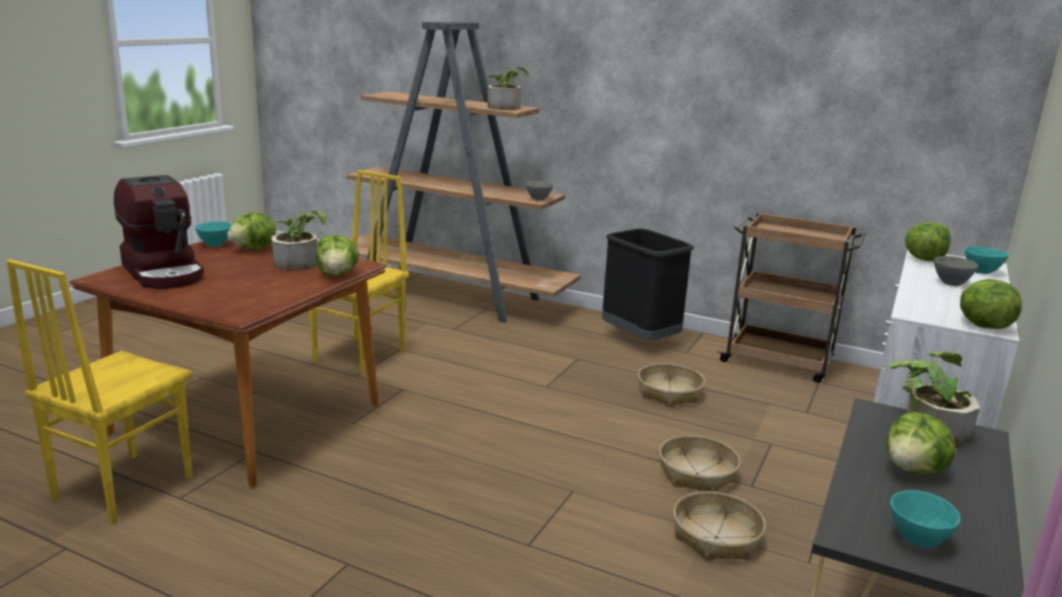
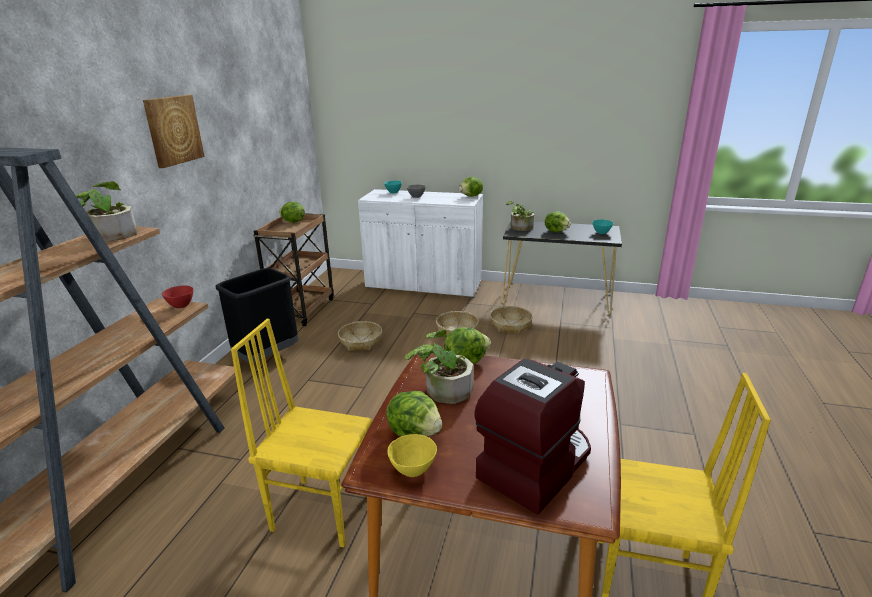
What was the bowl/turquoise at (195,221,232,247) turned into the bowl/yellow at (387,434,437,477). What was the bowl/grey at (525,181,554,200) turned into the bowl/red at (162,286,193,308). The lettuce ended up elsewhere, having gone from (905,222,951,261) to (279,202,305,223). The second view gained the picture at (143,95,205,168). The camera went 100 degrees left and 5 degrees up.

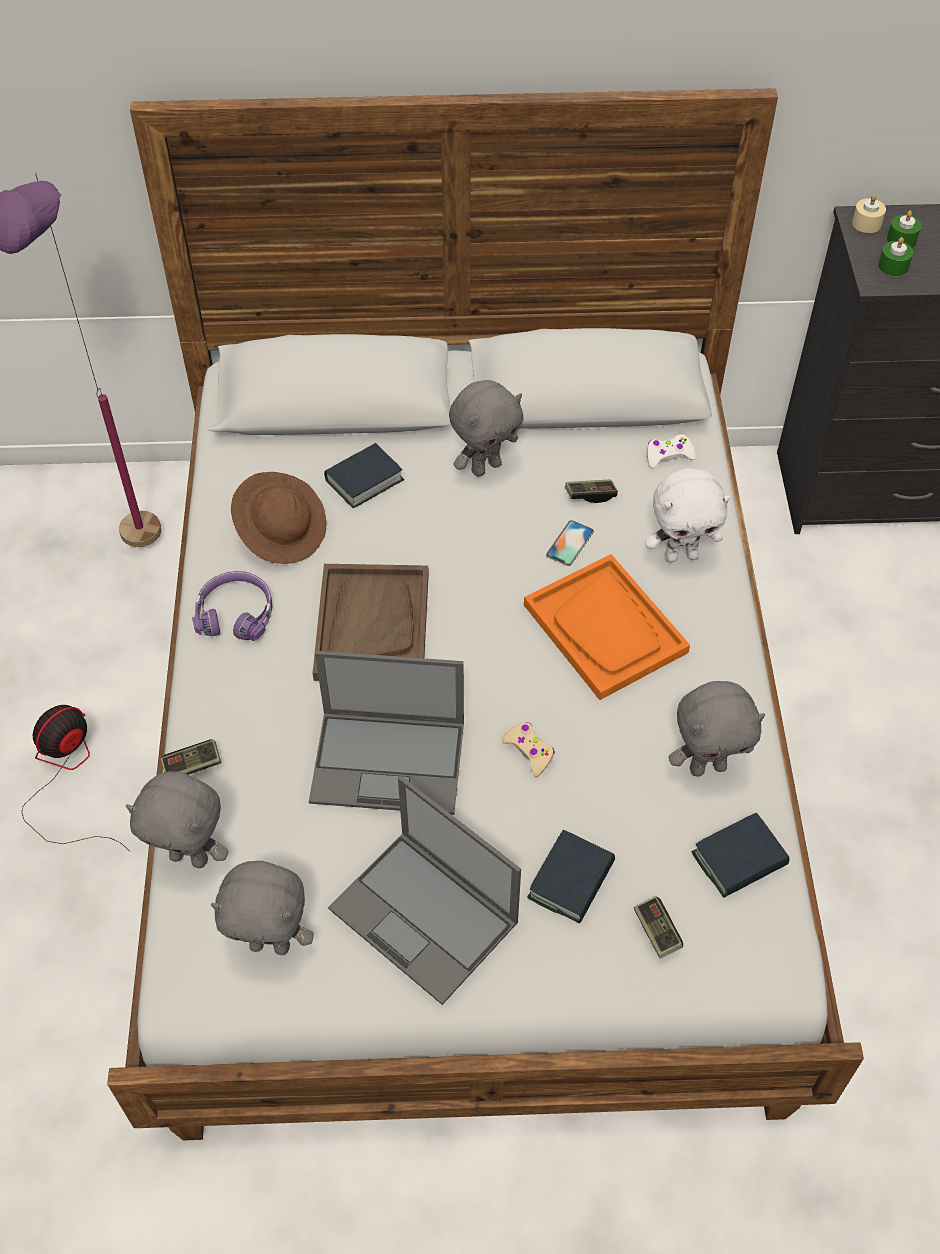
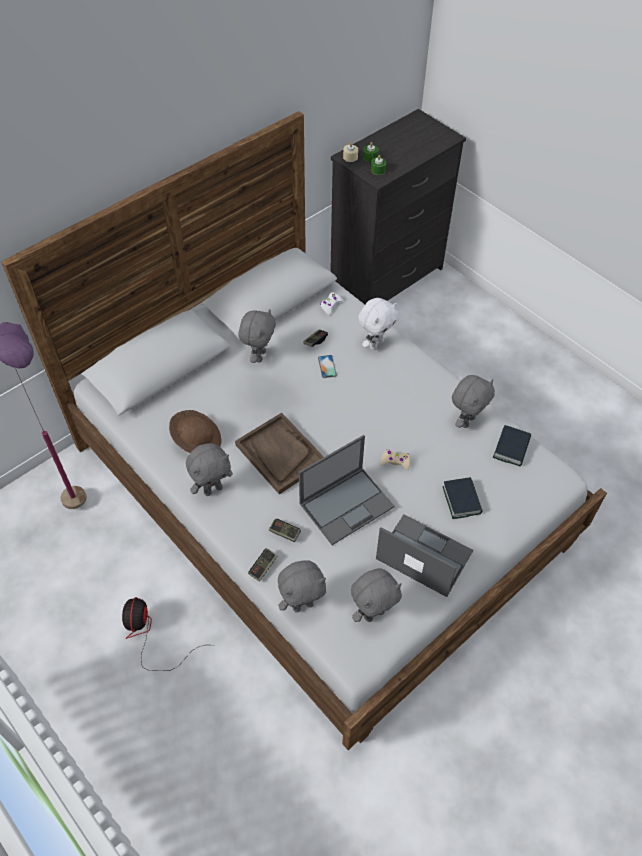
Where the headphones/purple stood at (192,571,272,641), the plush toy/grey came to stand at (186,443,233,496). The second view lost the book at (324,443,404,508). The laptop at (328,776,521,1005) ended up facing another way, 150 degrees counterclockwise from before. The second view lost the tray/orange at (524,554,690,700). The game controller ended up elsewhere, having gone from (634,896,683,959) to (269,519,301,542). The camera went 40 degrees left and 0 degrees up.

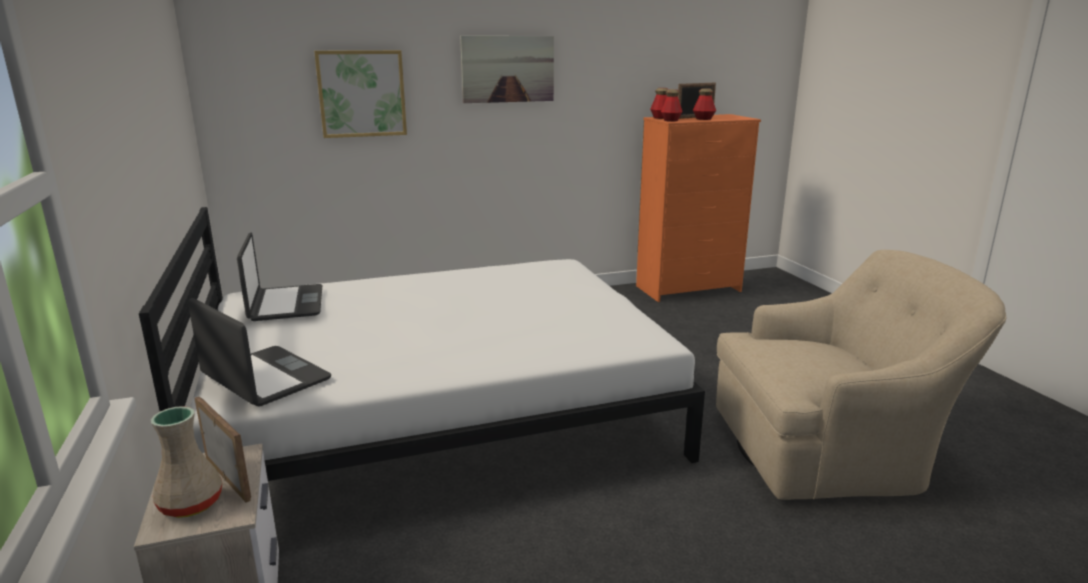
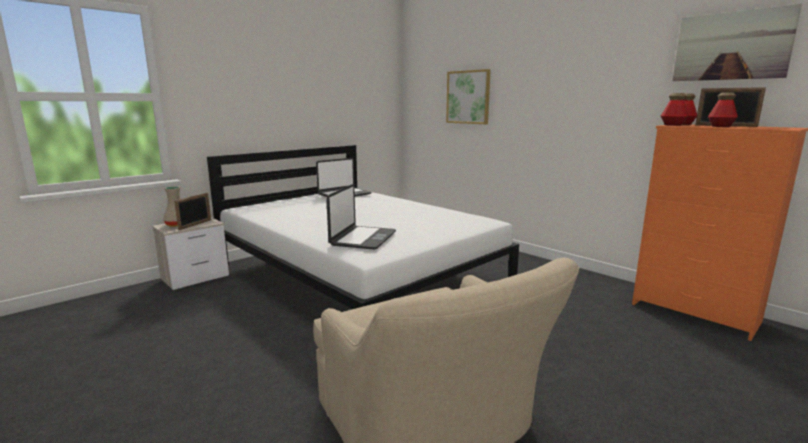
The laptop ended up elsewhere, having gone from (188,298,331,407) to (326,184,396,250). The picture ended up elsewhere, having gone from (460,36,554,103) to (672,3,802,81). The camera went 65 degrees right and 5 degrees down.

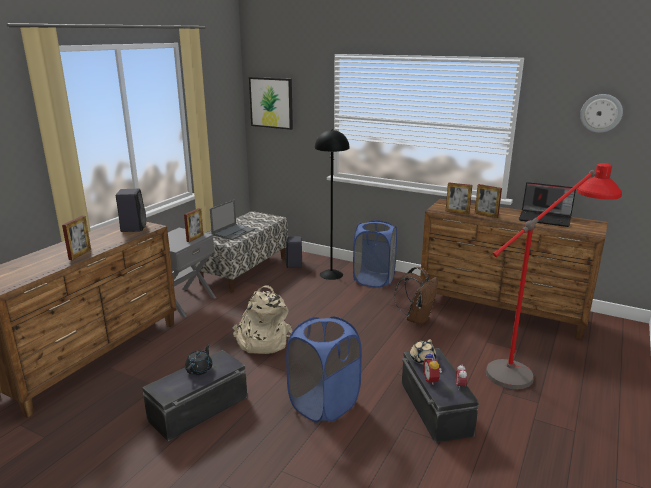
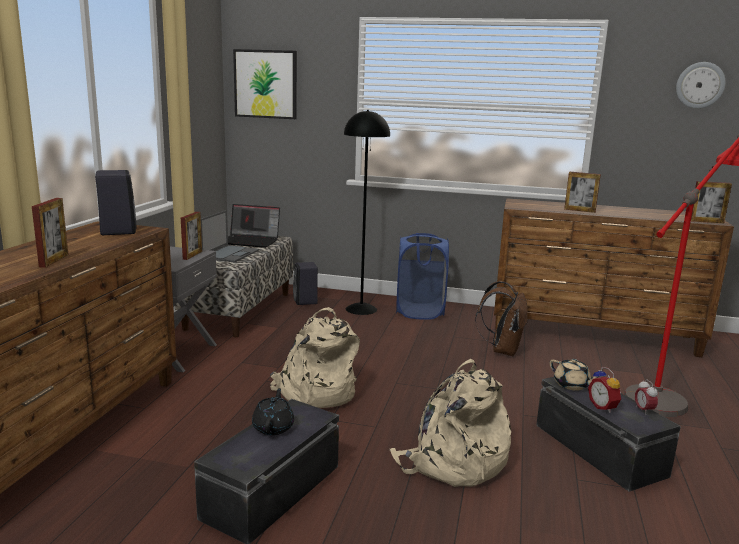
Where the laundry basket/blue stood at (286,316,362,423), the backpack/beige came to stand at (389,359,511,487). The teapot/beige at (410,339,436,364) ended up facing another way, 60 degrees counterclockwise from before. The picture frame ended up elsewhere, having gone from (445,183,472,215) to (691,181,732,223). The laptop ended up elsewhere, having gone from (519,182,576,227) to (228,204,280,248). The camera went 15 degrees left and 5 degrees down.

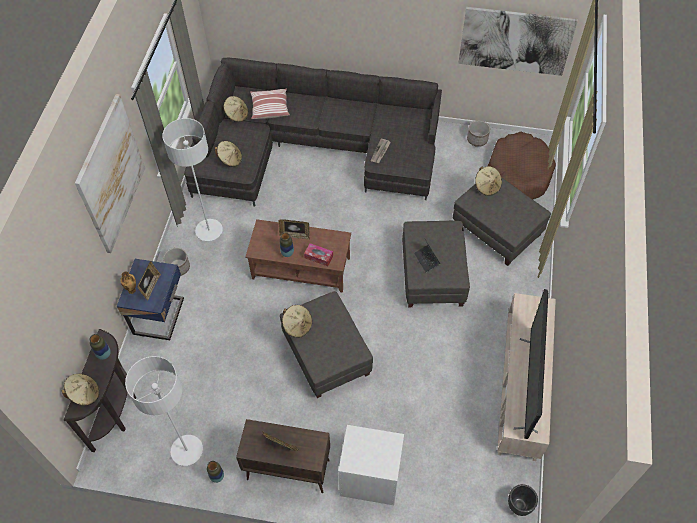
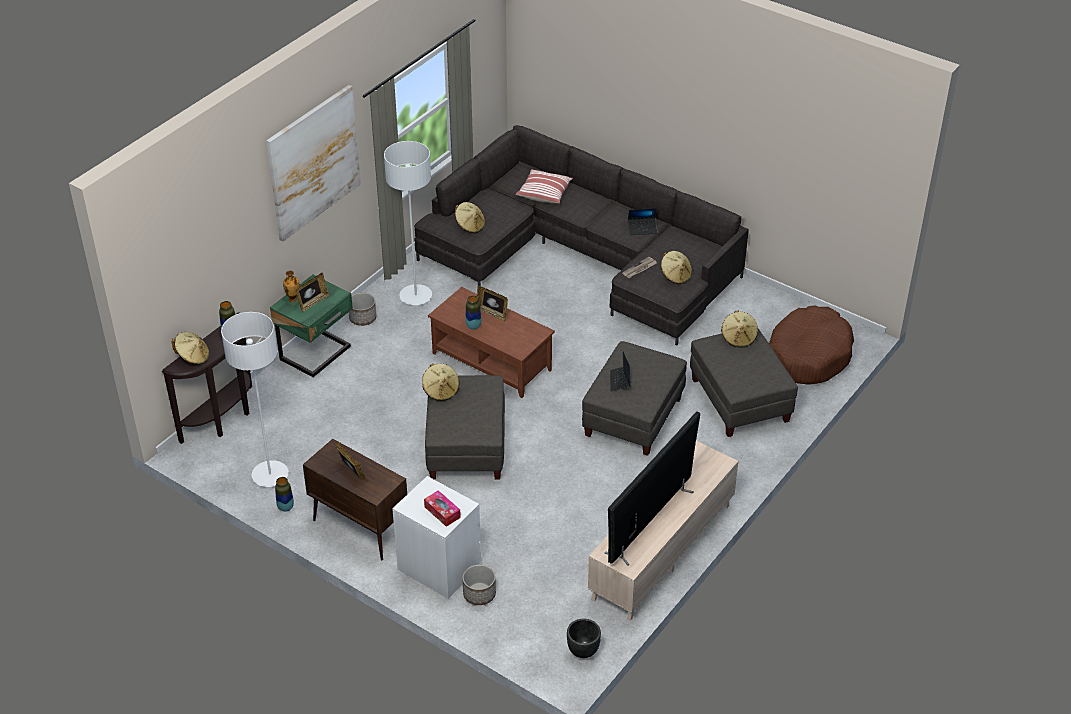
What was the nightstand/blue at (117,259,184,340) turned into the nightstand/green at (270,275,353,378). The hat/beige ended up elsewhere, having gone from (224,96,248,122) to (661,251,692,284). The tissue box ended up elsewhere, having gone from (304,243,333,266) to (424,490,461,527). The second view lost the picture at (458,7,578,76). The planter ended up elsewhere, having gone from (467,120,490,147) to (462,565,496,605). The second view gained the laptop at (628,208,657,235). The camera went 25 degrees right and 15 degrees down.

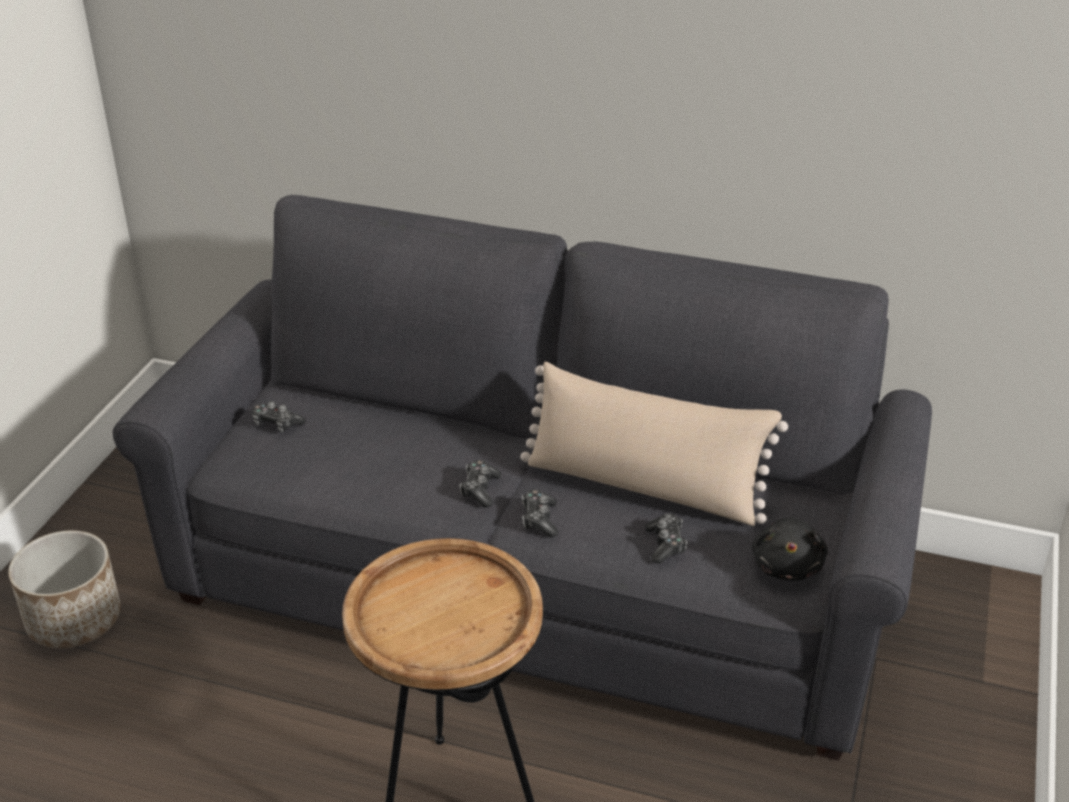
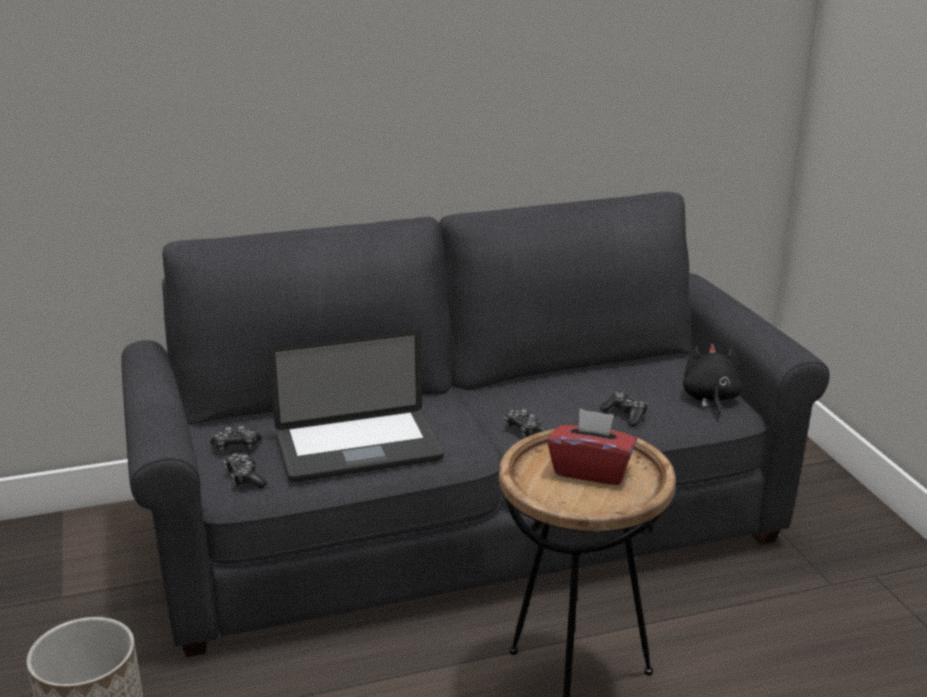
The game controller ended up elsewhere, having gone from (460,460,501,507) to (224,453,267,488). The second view lost the pillow/beige at (520,362,788,526). The plush toy/black at (752,517,828,581) ended up facing another way, 150 degrees counterclockwise from before. The second view gained the laptop at (269,331,444,482). The second view gained the tissue box/red at (547,409,637,485). The camera went 35 degrees left and 10 degrees down.

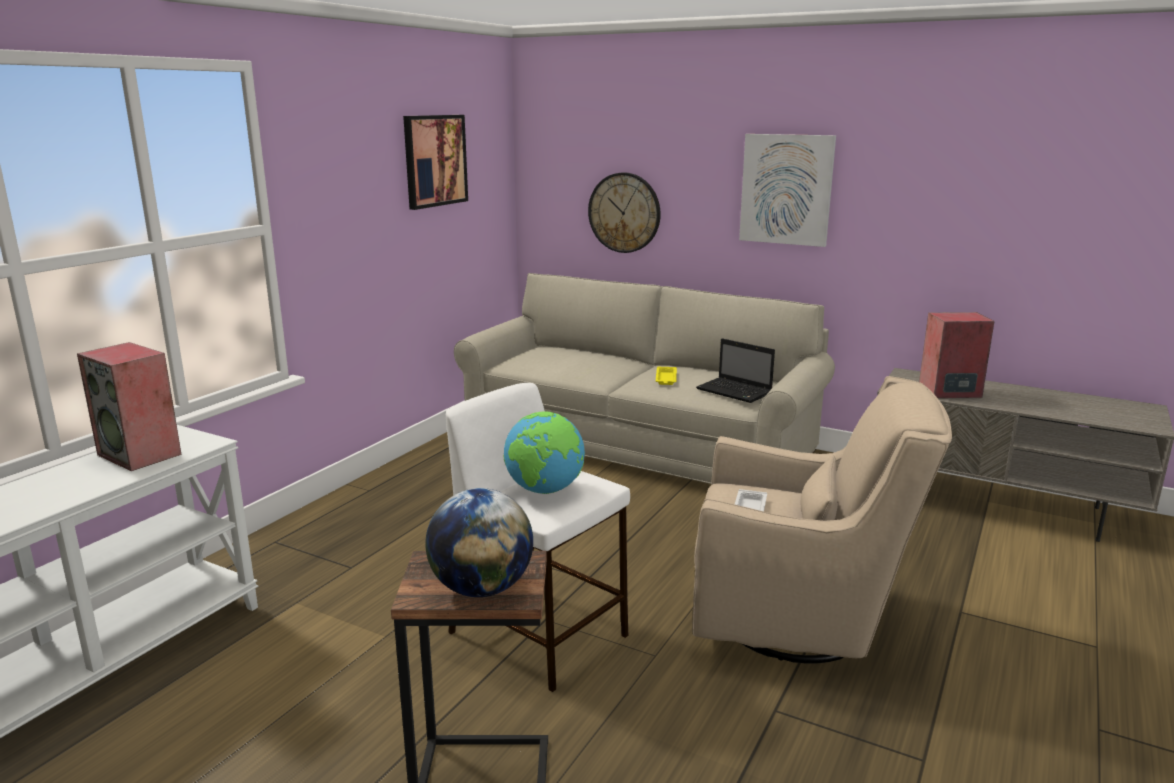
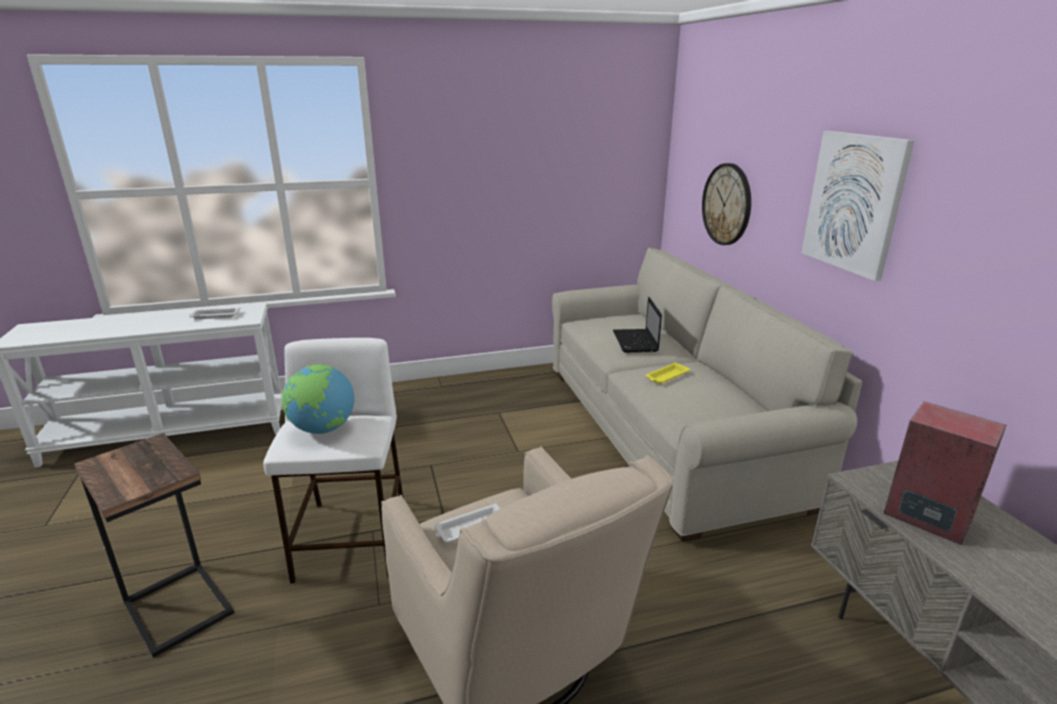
Where the speaker stood at (77,342,182,471), the tray/white came to stand at (189,307,241,319). The second view lost the picture at (403,115,468,210). The second view lost the globe at (425,488,533,597). The laptop ended up elsewhere, having gone from (696,338,775,403) to (613,297,662,353). The camera went 45 degrees right and 5 degrees up.

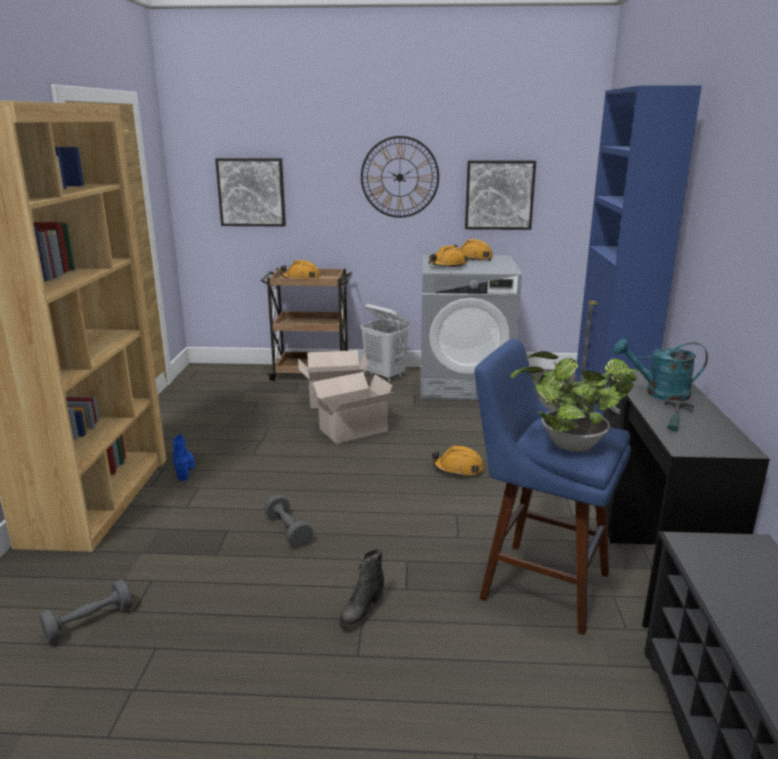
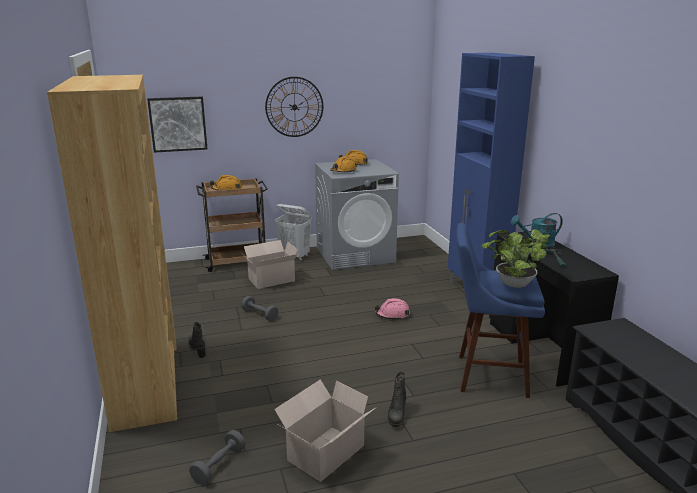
What was the boot/blue at (173,434,195,481) turned into the boot/black at (188,322,206,358). The dumbbell/grey ended up elsewhere, having gone from (264,494,313,548) to (241,296,278,321). The cardboard box ended up elsewhere, having gone from (309,372,394,444) to (274,379,377,482). What was the hard hat/orange at (432,445,484,478) turned into the hard hat/pink at (374,298,410,319). The second view lost the picture at (465,160,536,230). The camera went 20 degrees left and 0 degrees up.

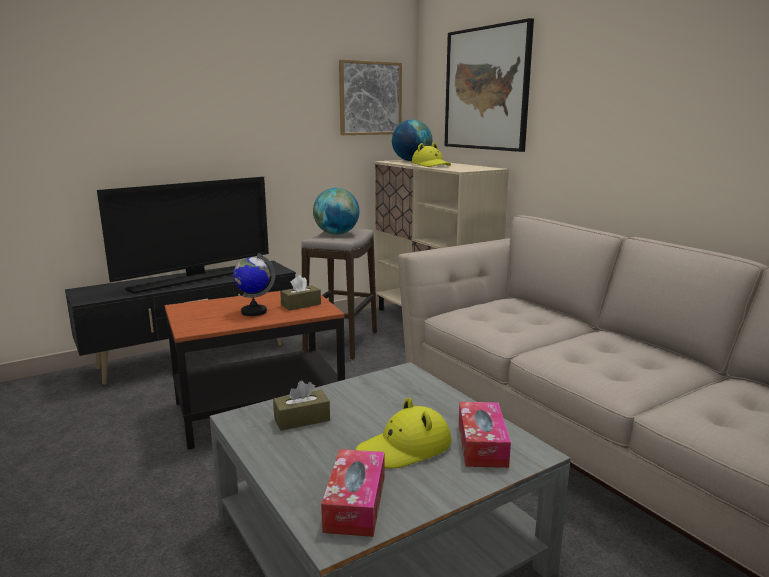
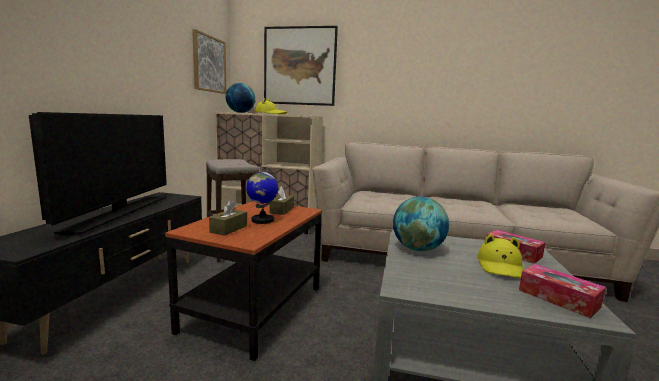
The tissue box/brown ended up elsewhere, having gone from (273,381,330,431) to (209,200,247,236). The globe ended up elsewhere, having gone from (313,188,359,235) to (393,197,449,251). The camera went 45 degrees left and 5 degrees down.

